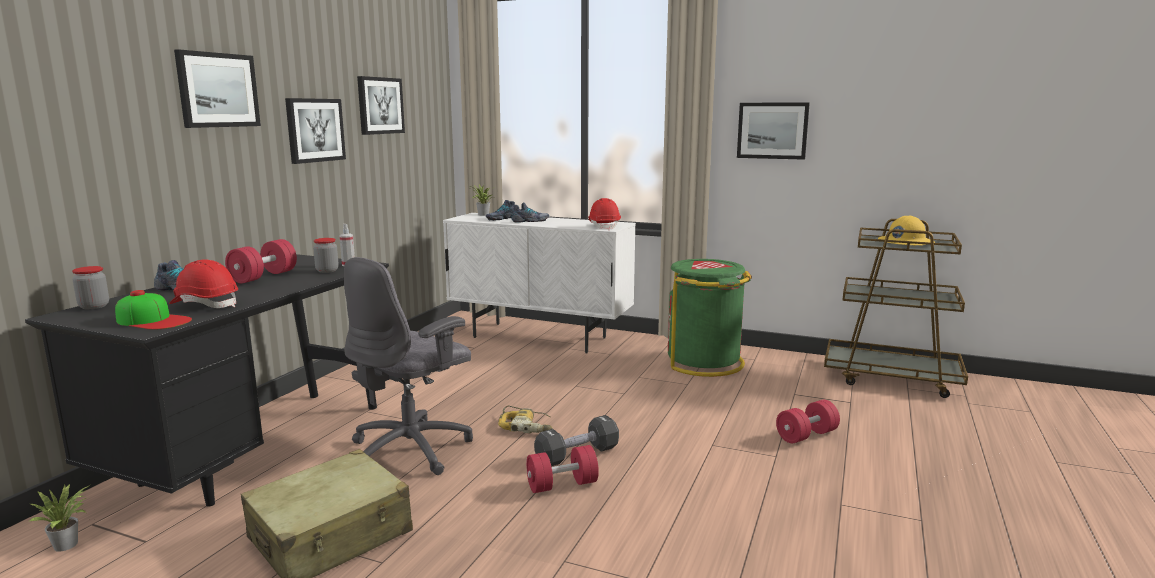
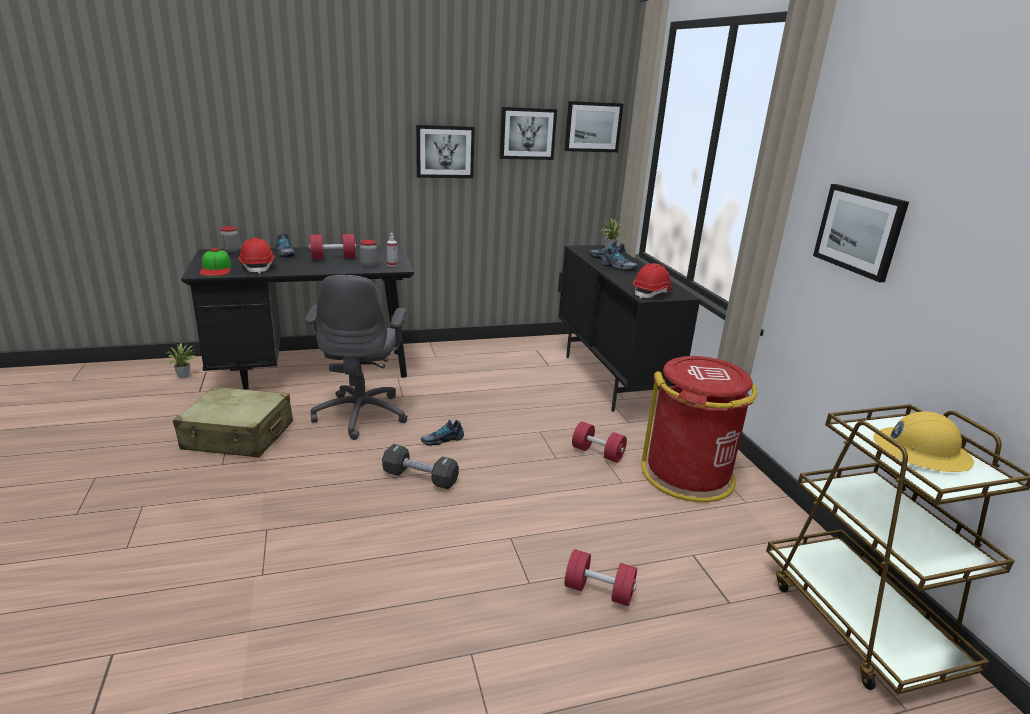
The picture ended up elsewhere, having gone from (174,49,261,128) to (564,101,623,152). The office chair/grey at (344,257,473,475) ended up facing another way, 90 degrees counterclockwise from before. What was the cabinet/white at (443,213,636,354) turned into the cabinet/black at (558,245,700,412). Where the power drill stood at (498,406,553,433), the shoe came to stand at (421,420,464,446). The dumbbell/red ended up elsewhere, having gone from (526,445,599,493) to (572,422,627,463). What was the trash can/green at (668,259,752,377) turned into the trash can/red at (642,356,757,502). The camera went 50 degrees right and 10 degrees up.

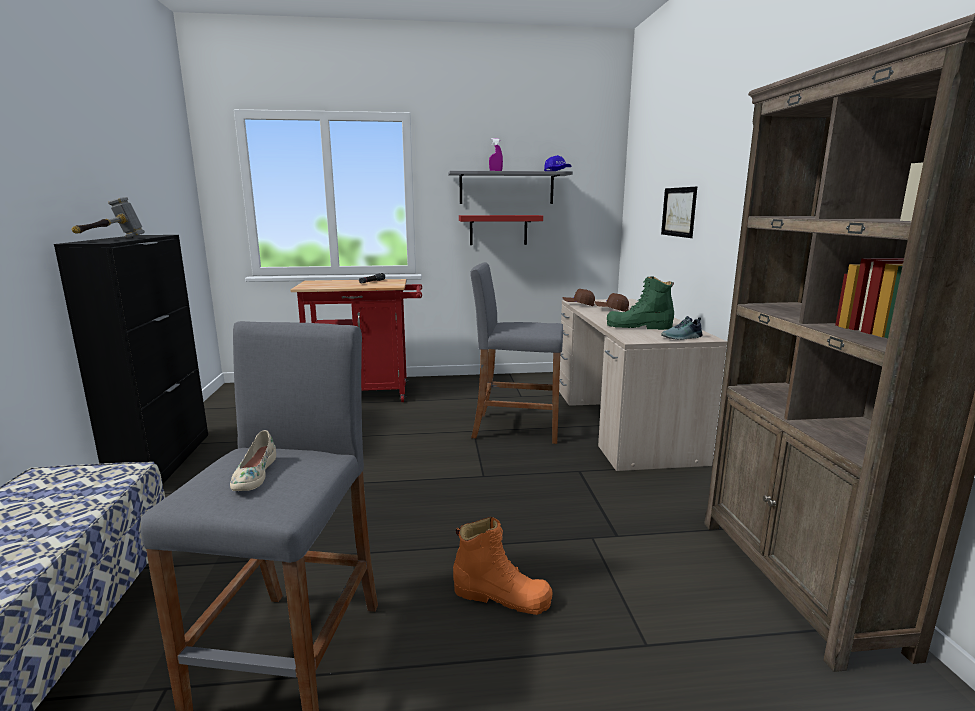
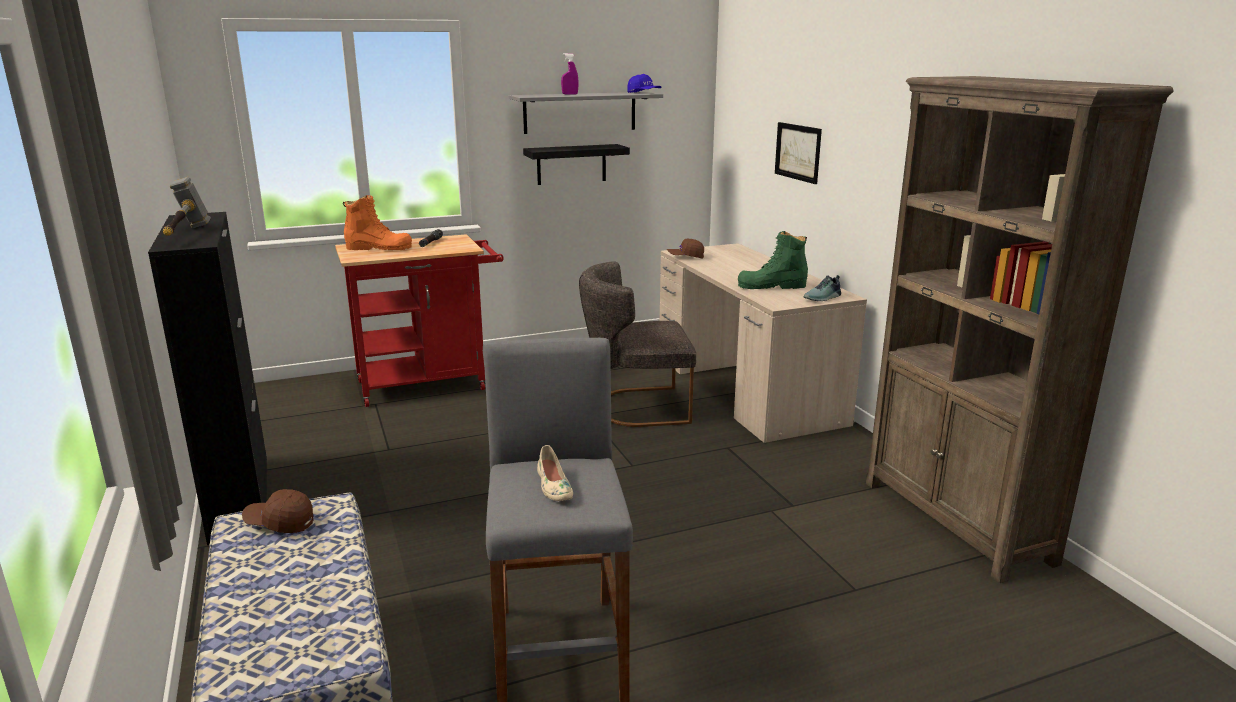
The boot/orange ended up elsewhere, having gone from (453,517,553,615) to (343,195,412,250). What was the shelf/red at (459,215,543,245) turned into the shelf/black at (523,144,630,185). Where the stool/grey stood at (470,262,563,444), the chair/grey came to stand at (579,261,696,427). The cap/brown ended up elsewhere, having gone from (595,293,629,312) to (242,489,313,533). The camera went 15 degrees left and 5 degrees up.

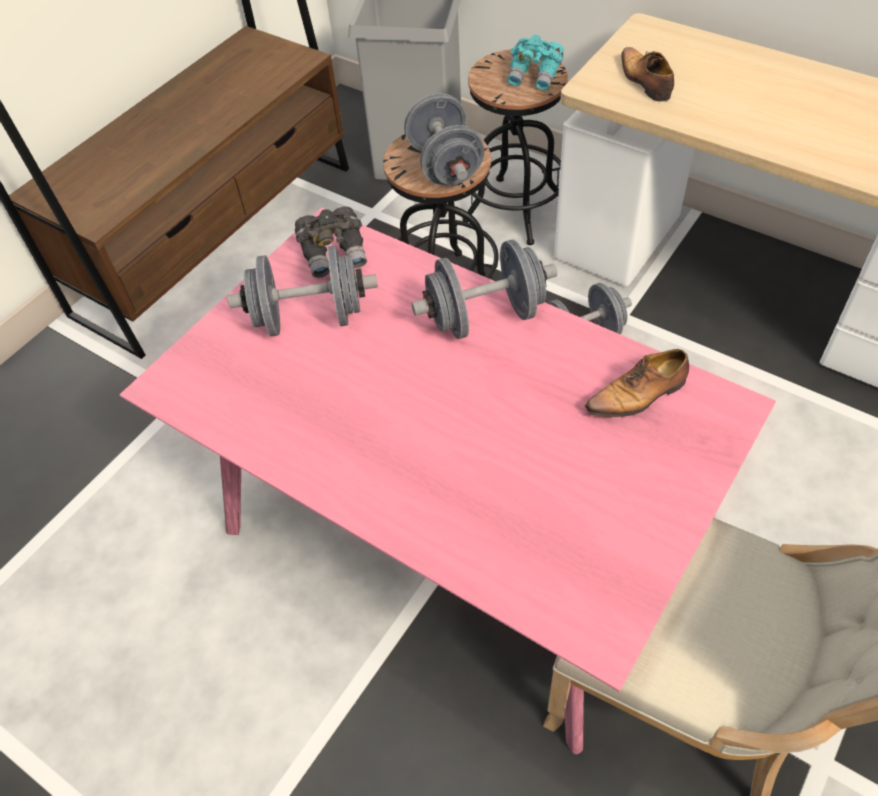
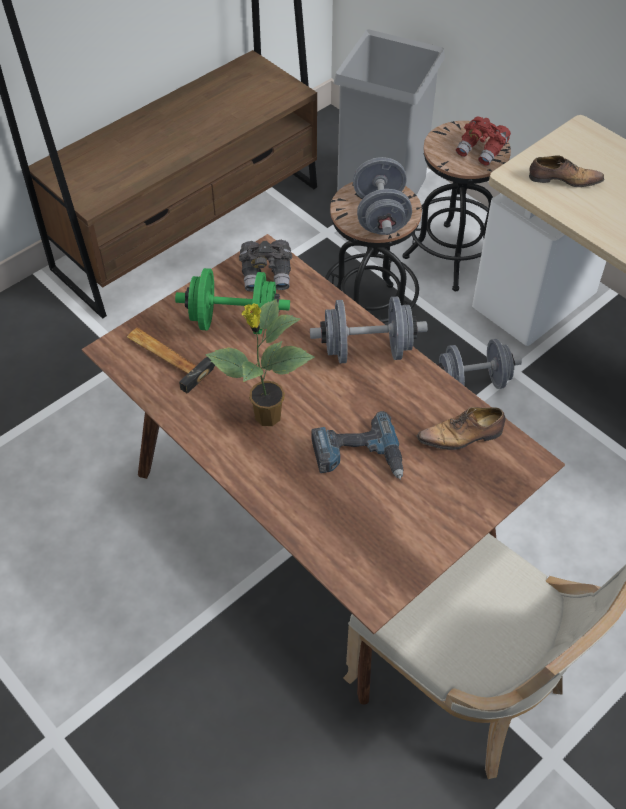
What was the dining table/pink at (120,207,776,754) turned into the dining table/brown at (82,234,565,705). What was the dumbbell/grey at (228,245,378,336) turned into the dumbbell/green at (175,268,290,334). What was the binoculars/turquoise at (507,35,564,91) turned into the binoculars/red at (456,117,511,166). The shoe at (621,47,674,101) ended up facing another way, 105 degrees clockwise from before. The second view gained the hammer at (127,328,215,394). The second view gained the potted plant at (205,299,315,426). The second view gained the power drill at (312,411,404,480). The camera went 10 degrees right and 0 degrees up.

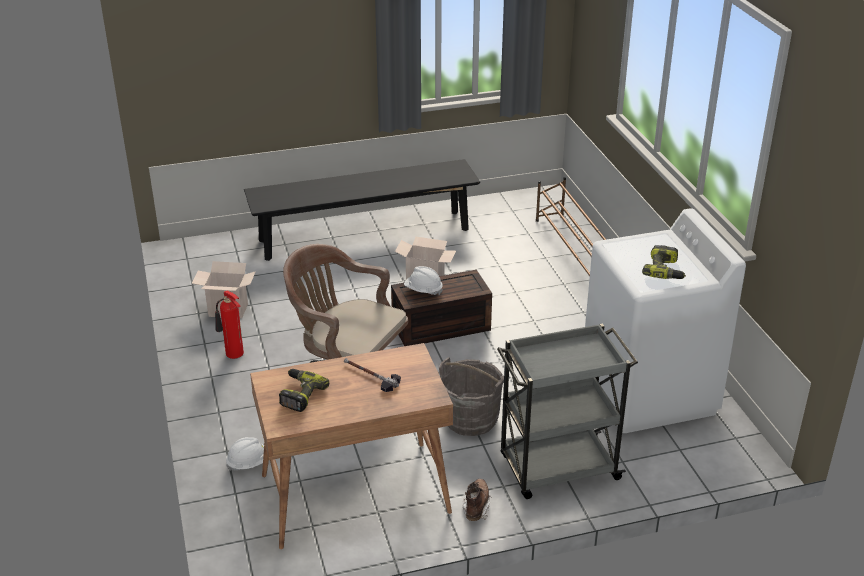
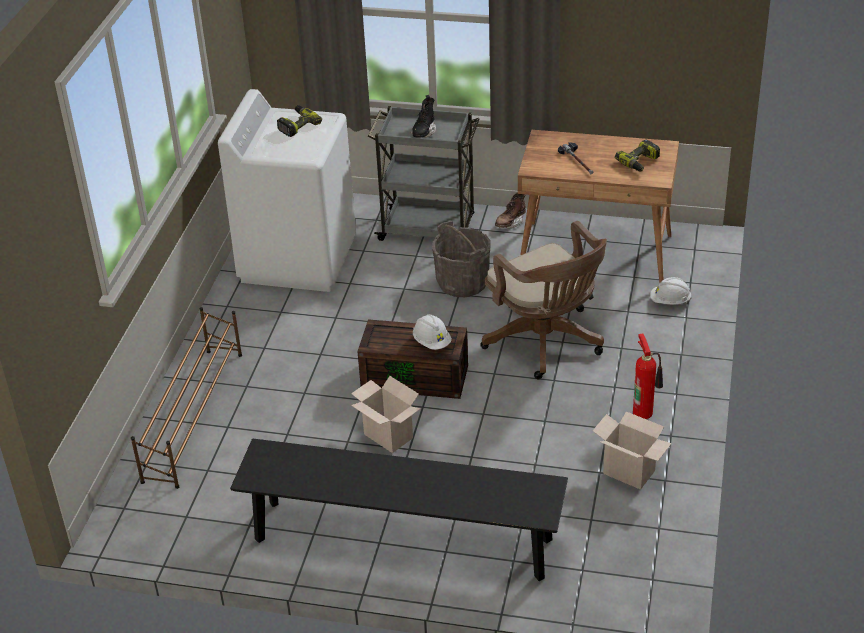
The second view gained the boot/black at (411,95,436,138). The camera went 150 degrees left and 5 degrees up.

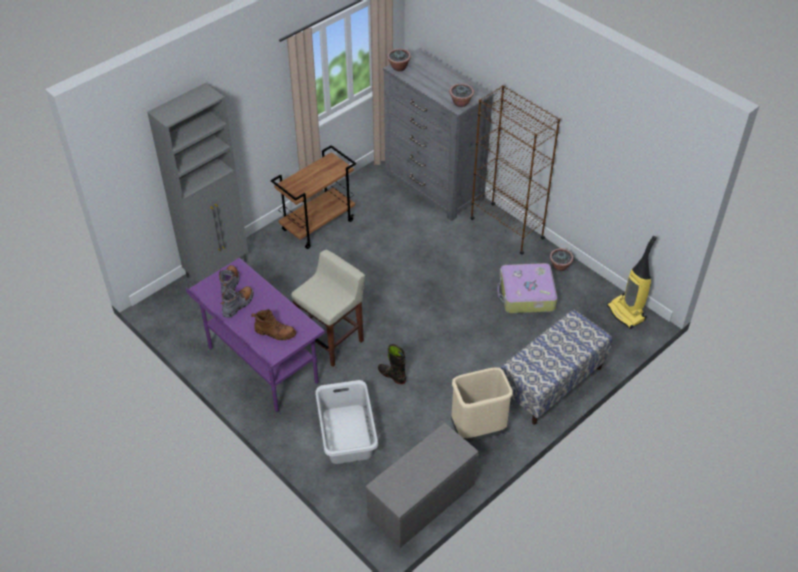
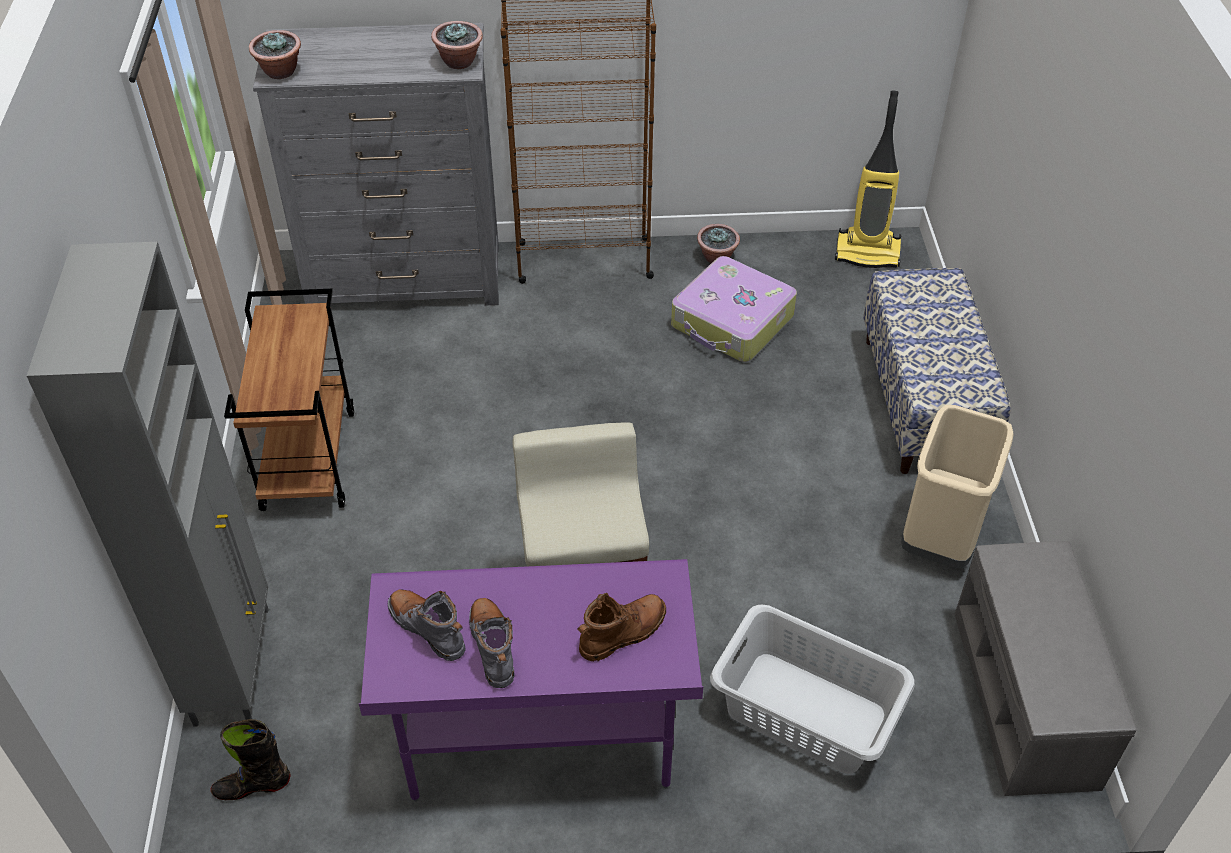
The boot/black ended up elsewhere, having gone from (378,344,406,384) to (211,719,290,800). The camera went 50 degrees left and 0 degrees up.

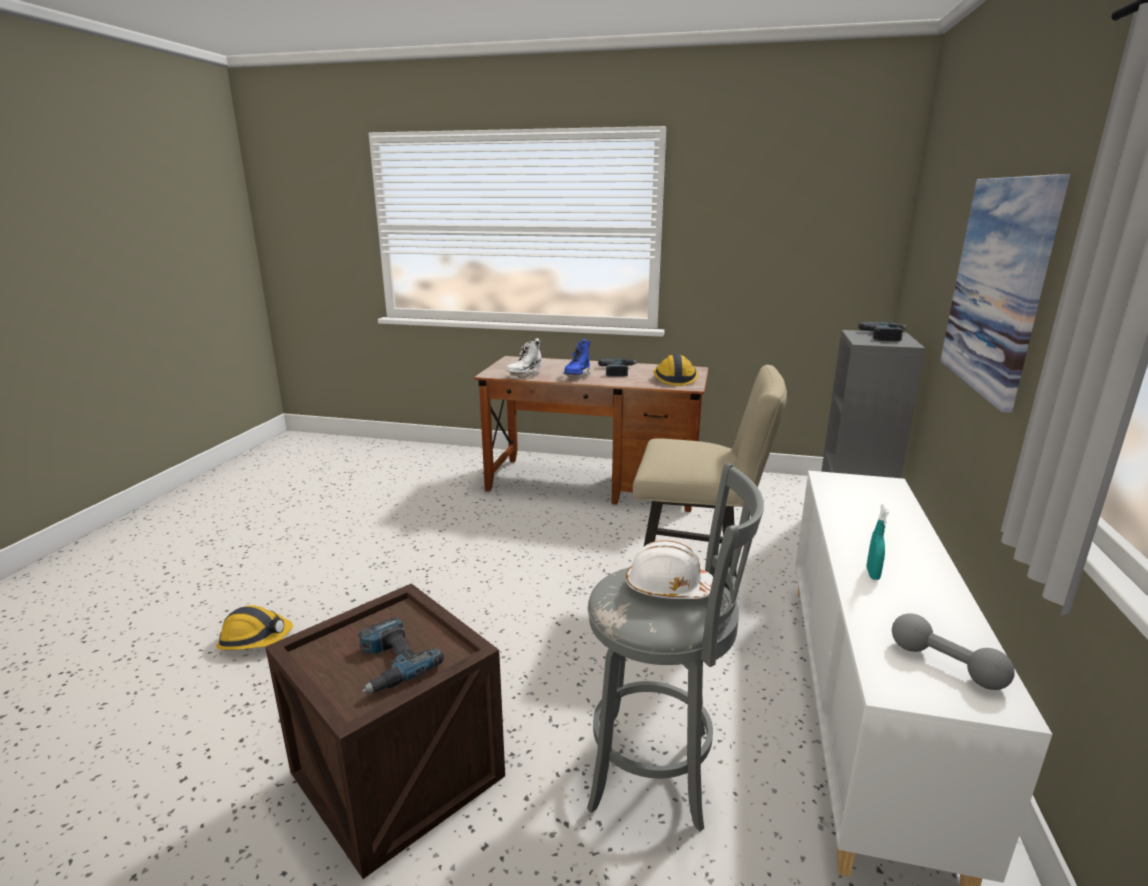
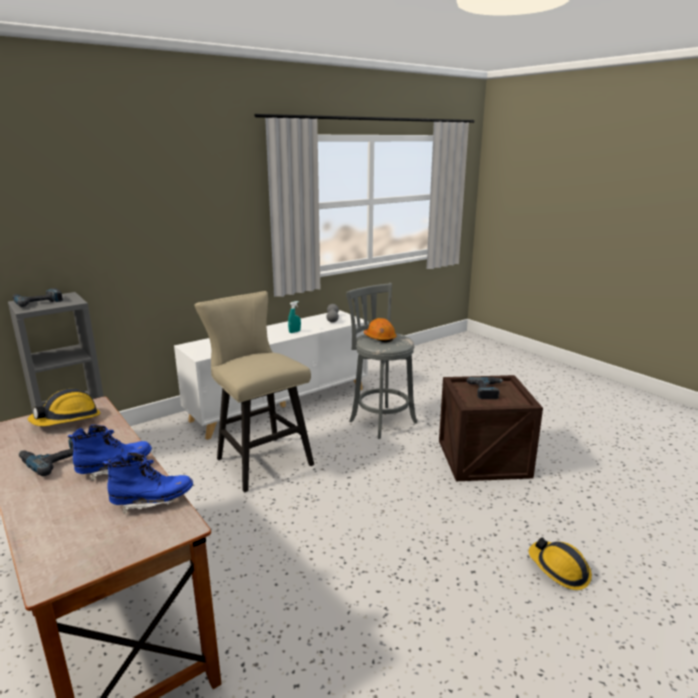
What was the boot/white at (506,339,542,377) turned into the boot/blue at (103,452,193,515). What was the hard hat/white at (626,540,713,599) turned into the hard hat/orange at (364,318,397,342). The second view lost the picture at (940,174,1070,413). The camera went 140 degrees left and 0 degrees up.

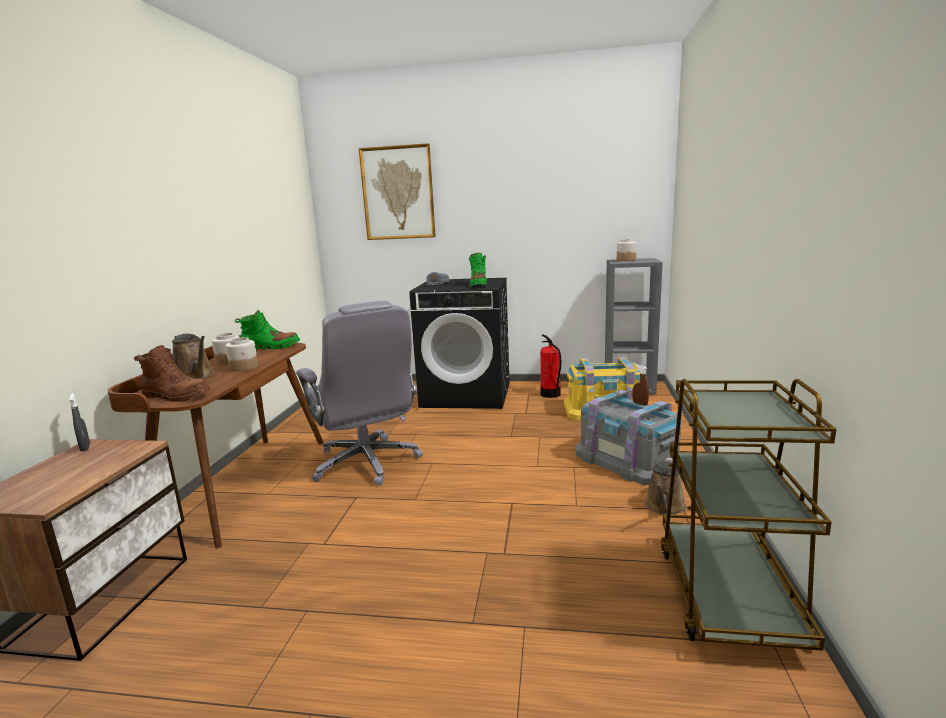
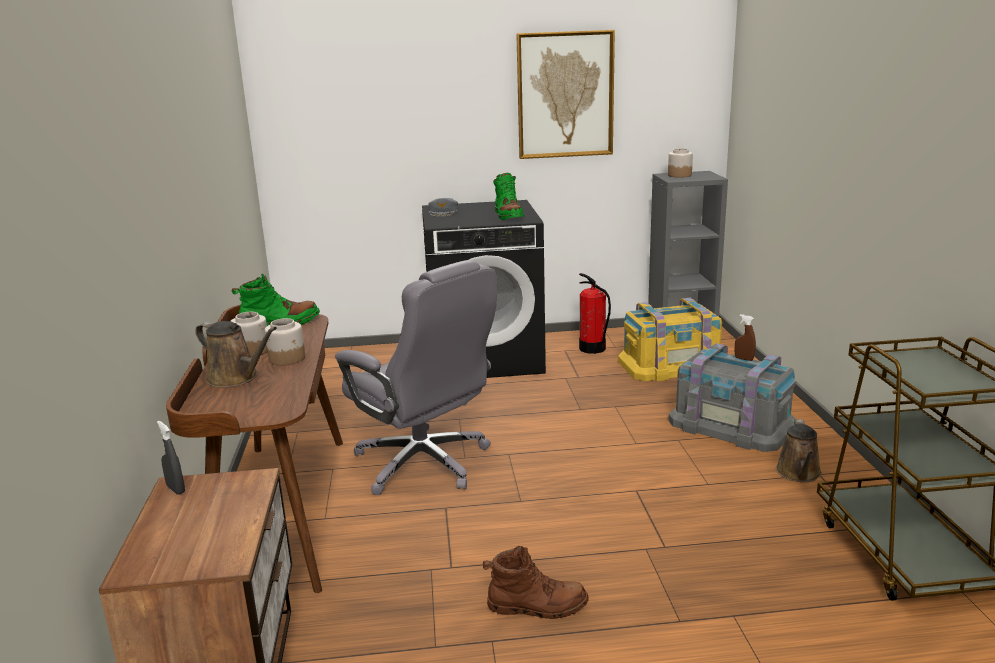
The boot/brown ended up elsewhere, having gone from (134,345,211,402) to (483,546,589,619). The picture ended up elsewhere, having gone from (359,143,436,240) to (516,30,615,159). The camera went 15 degrees left and 5 degrees up.

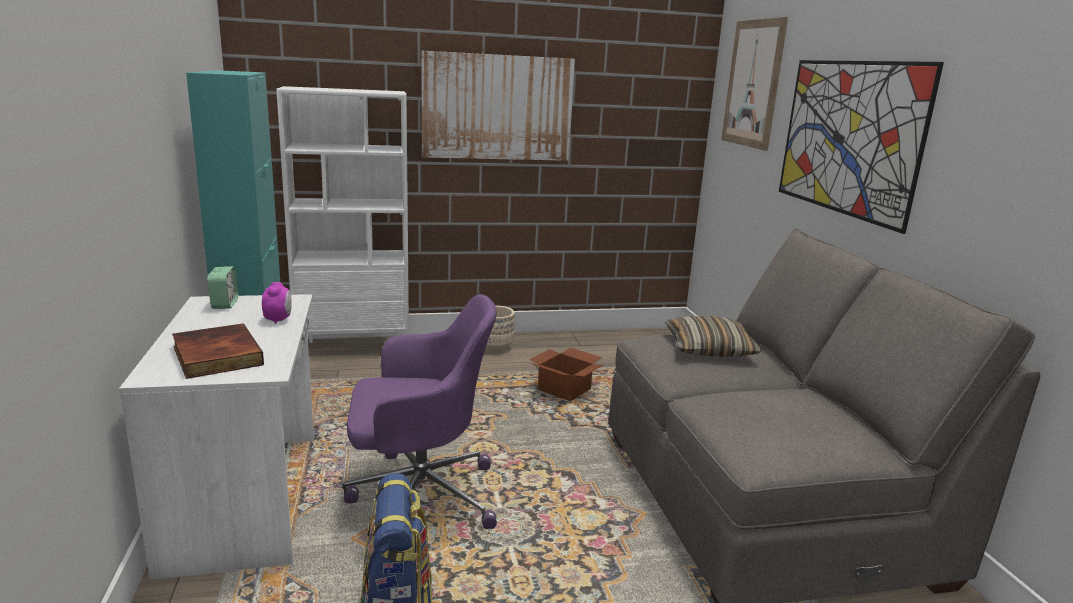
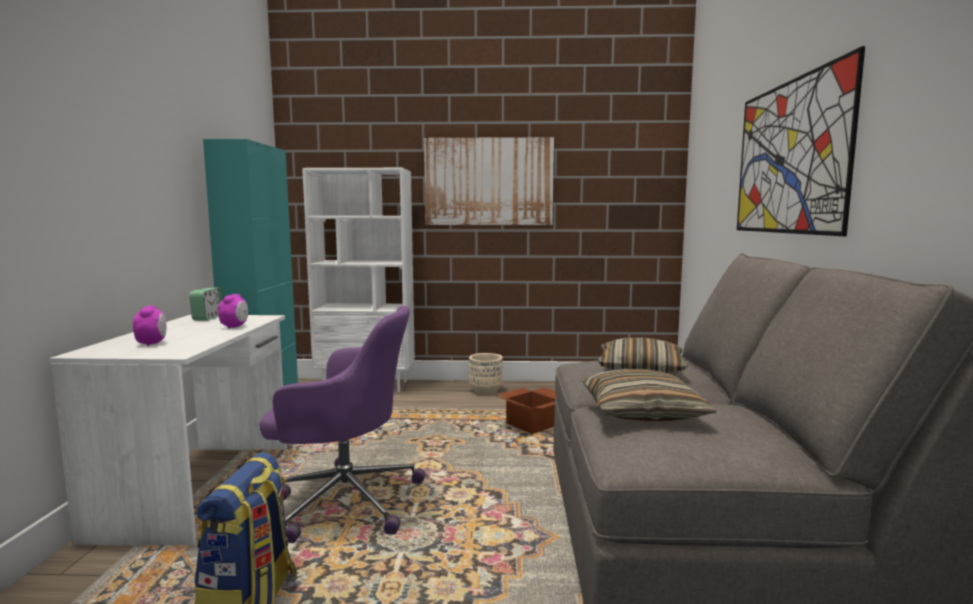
Where the book stood at (172,323,264,379), the alarm clock came to stand at (133,306,166,346). The second view lost the picture at (721,17,788,151). The second view gained the pillow at (581,369,717,422). The camera went 15 degrees right and 10 degrees down.

